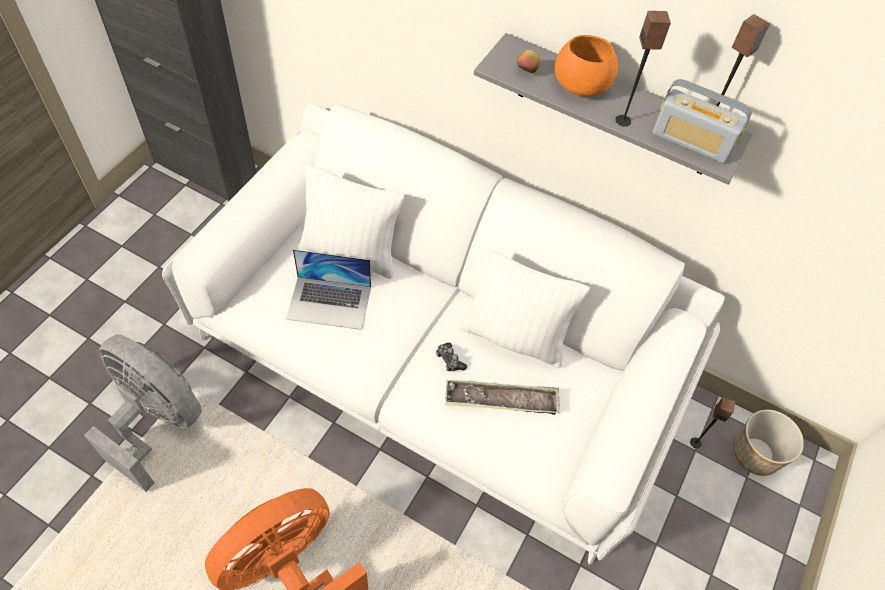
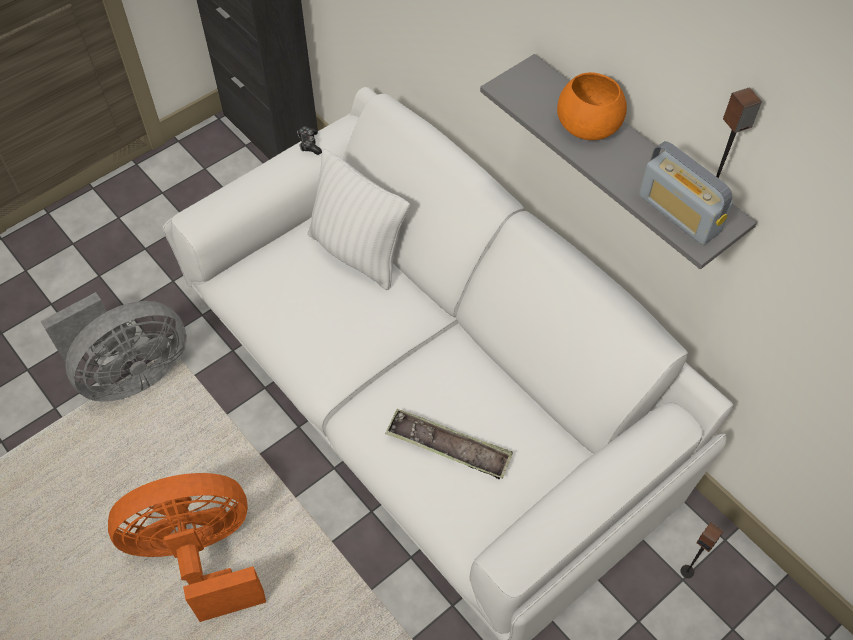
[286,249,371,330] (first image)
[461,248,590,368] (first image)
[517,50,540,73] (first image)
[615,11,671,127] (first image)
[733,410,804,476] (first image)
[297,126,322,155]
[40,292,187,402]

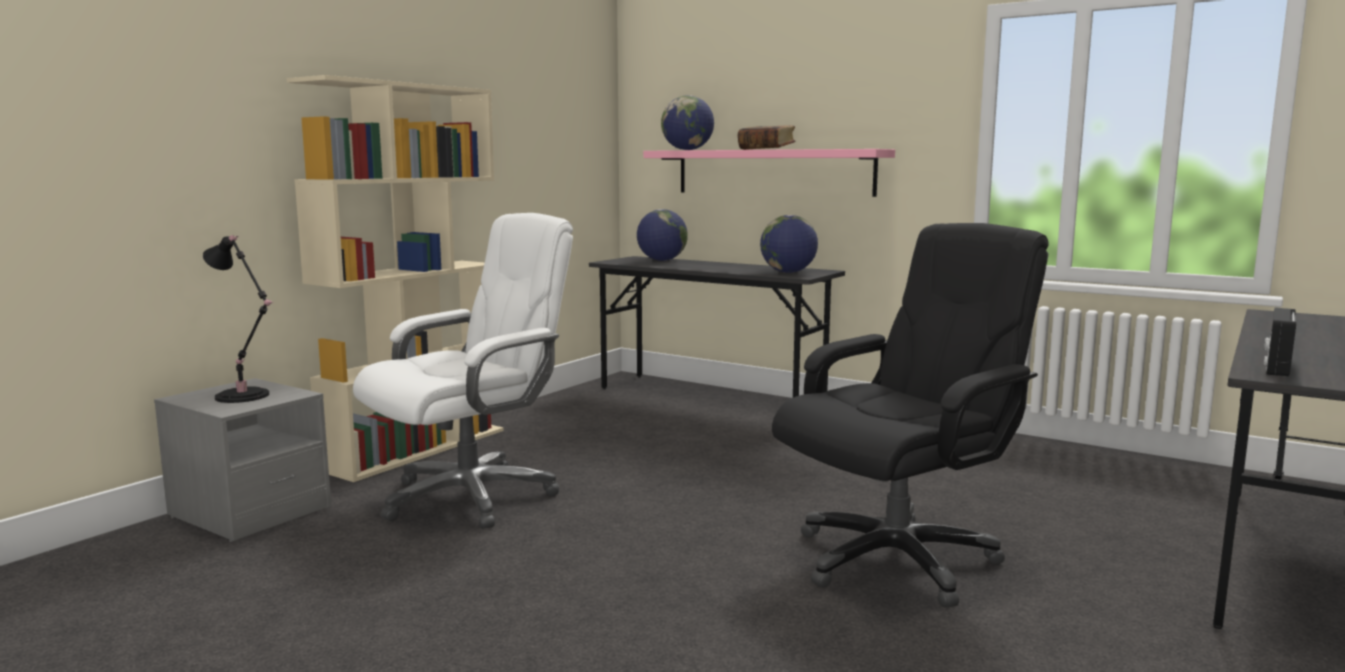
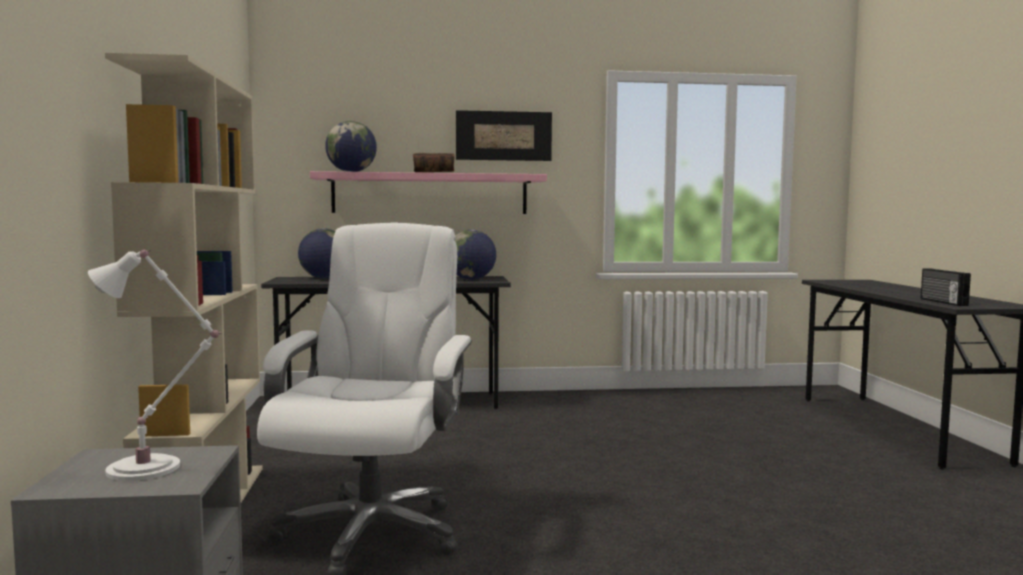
[772,223,1049,607] (first image)
[456,110,552,161]
[88,250,219,481]

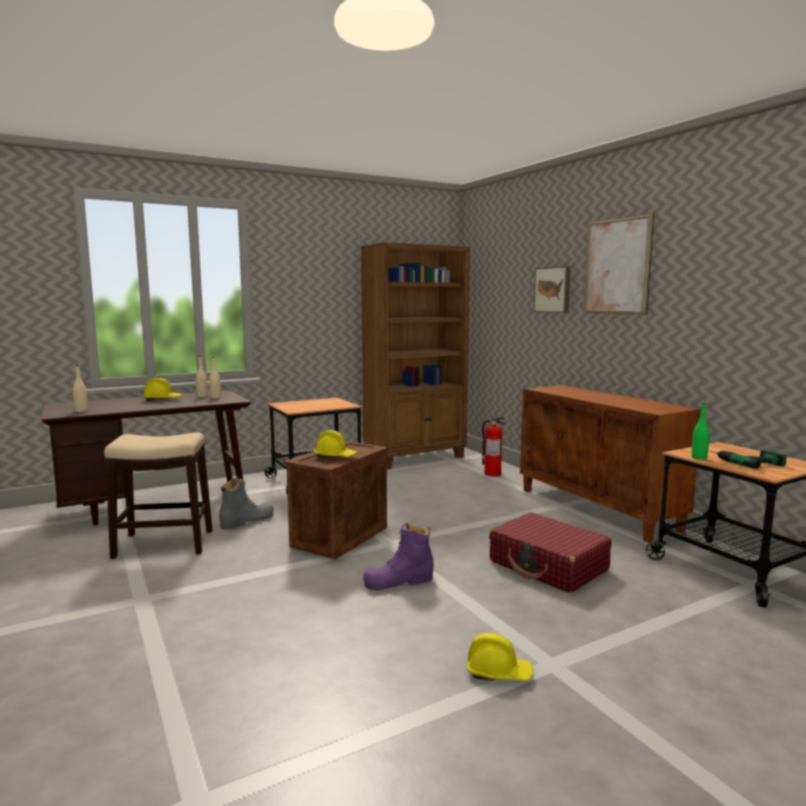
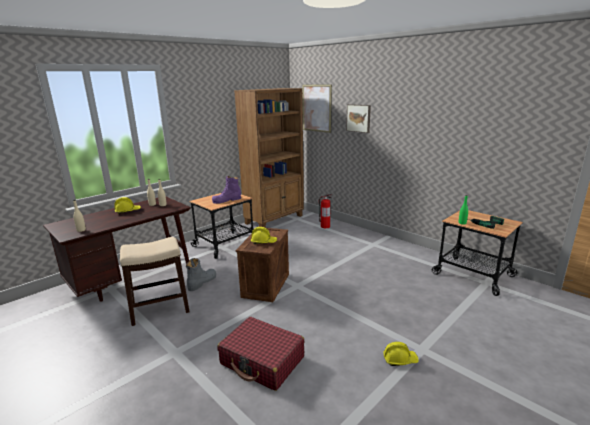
[520,385,701,543] (first image)
[212,176,241,204]
[217,317,304,391]
[303,84,332,133]

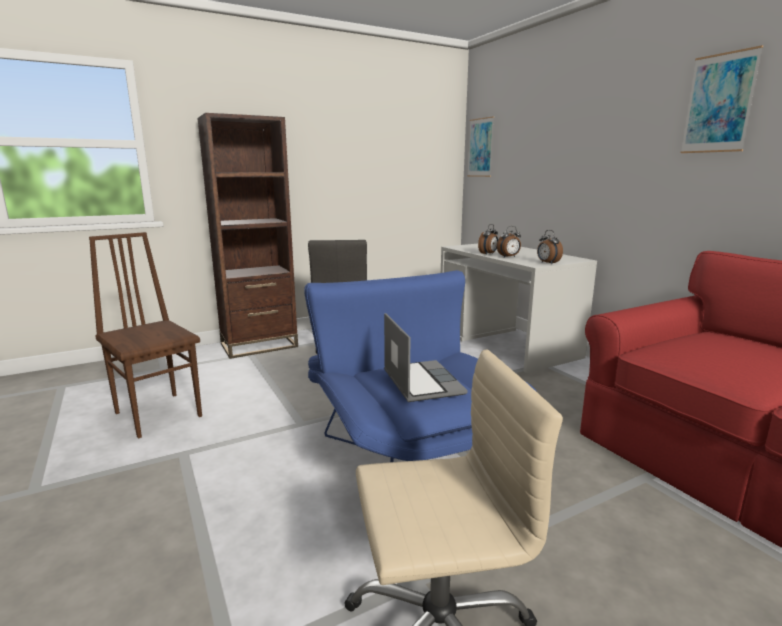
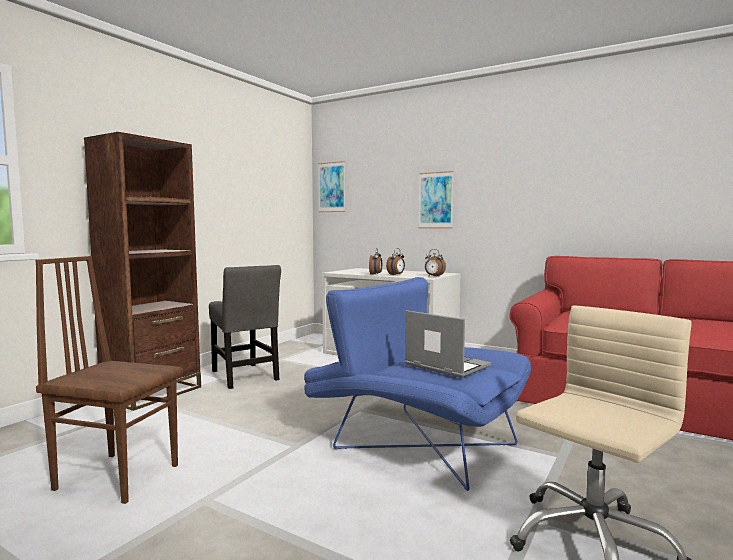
[419,171,454,228]

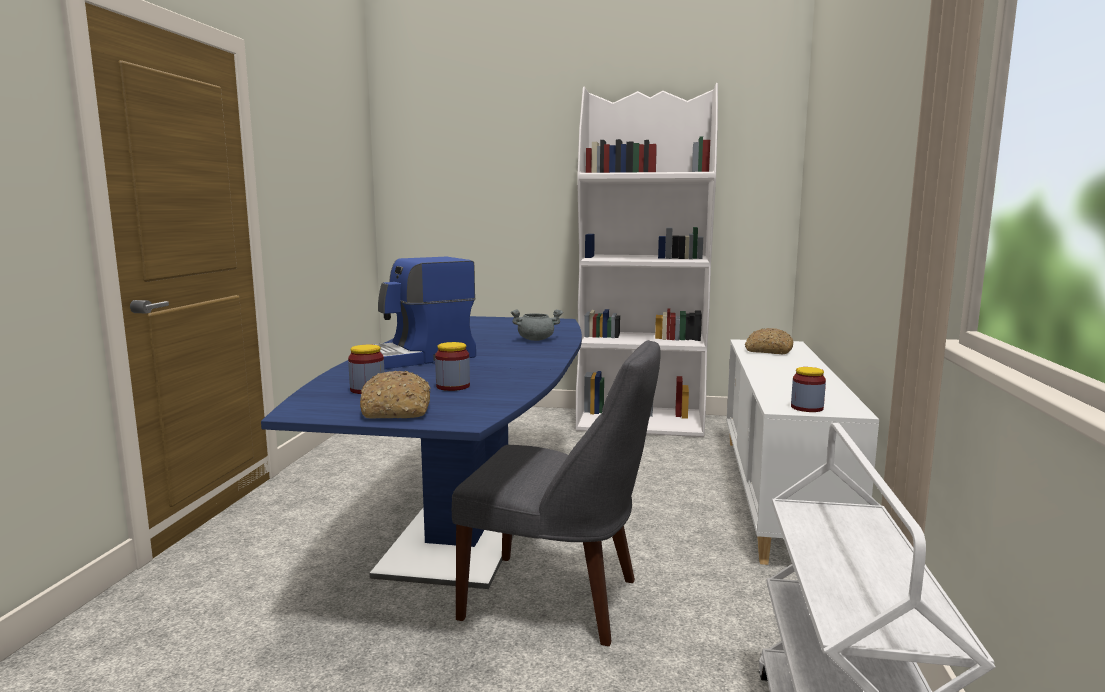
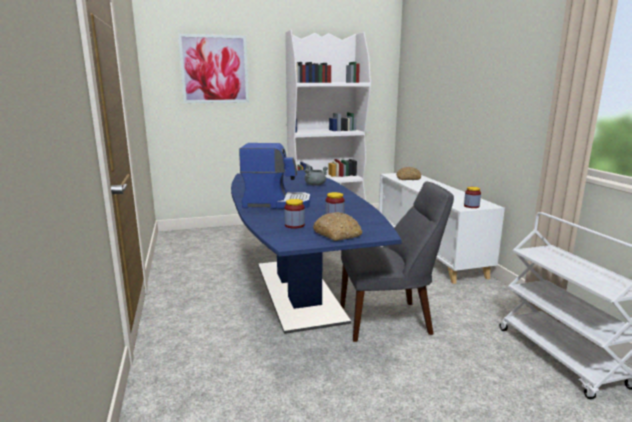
[178,34,249,103]
[239,143,311,209]

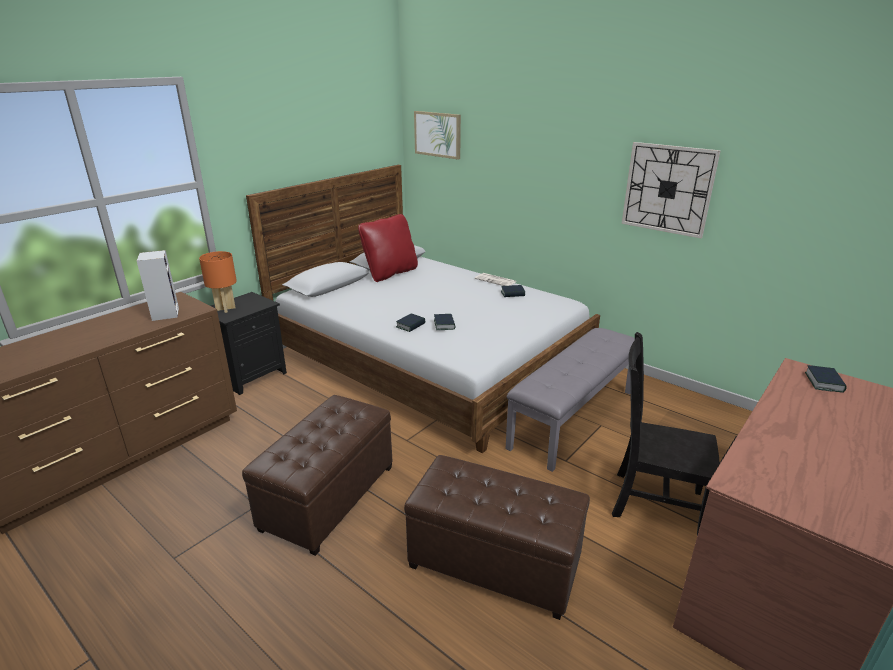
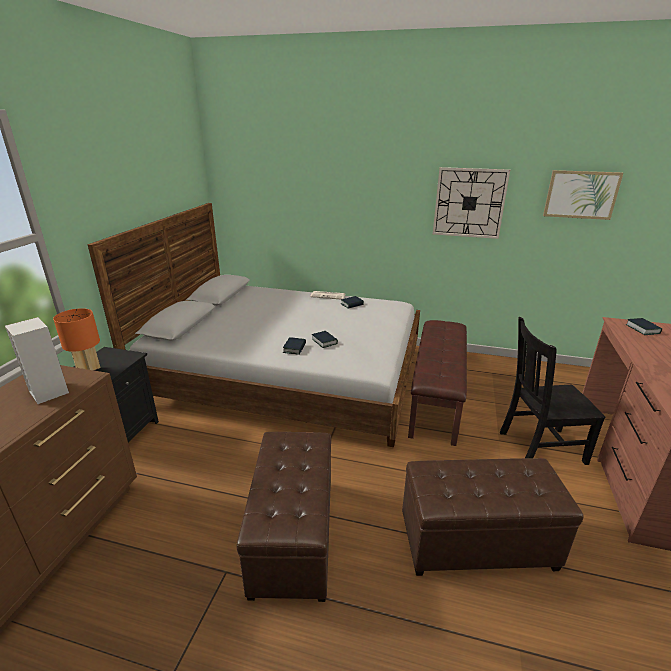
[358,214,418,282] (first image)
[543,170,623,220]
[408,320,467,446]

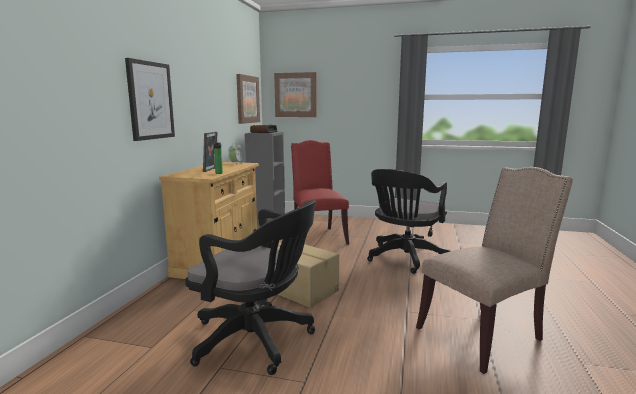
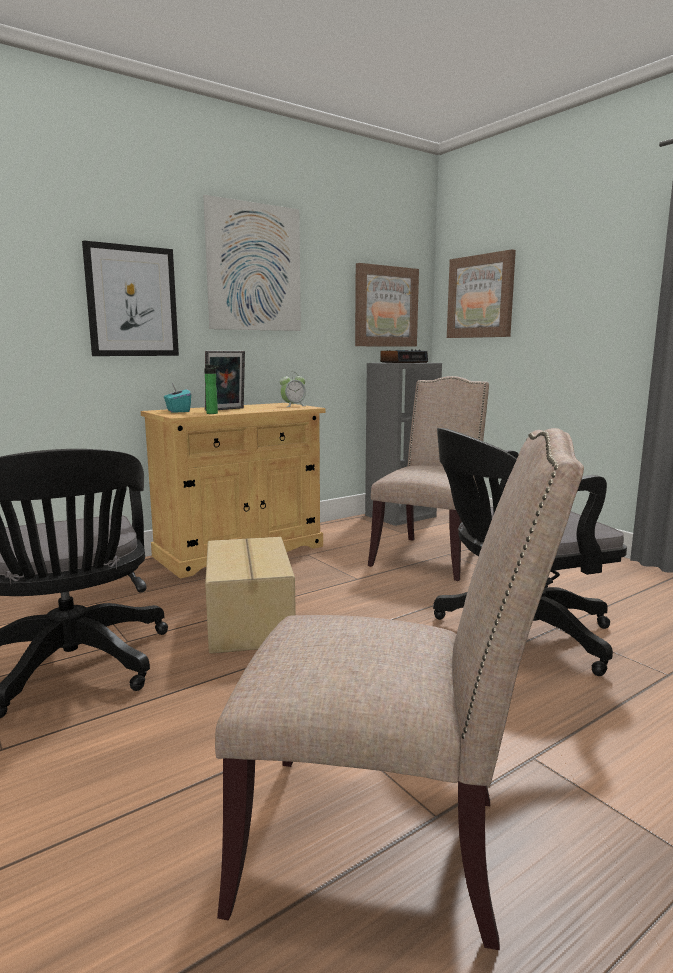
[164,384,191,413]
[203,195,301,331]
[368,376,489,581]

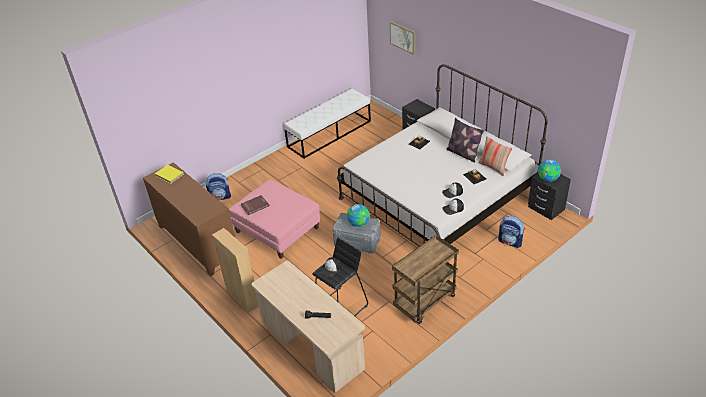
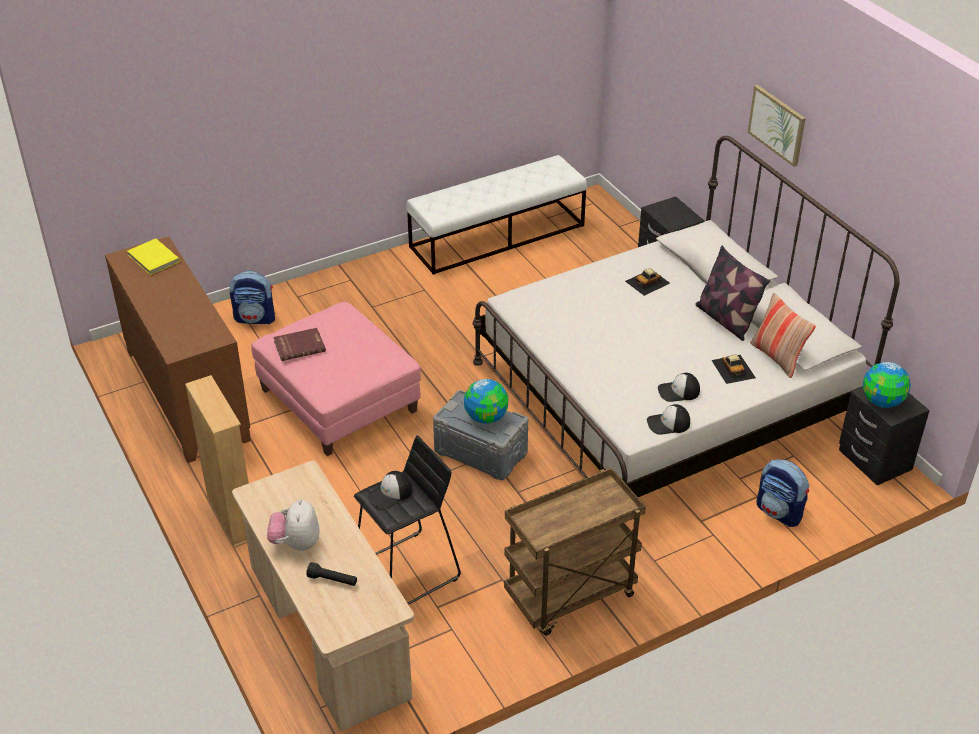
[267,499,320,551]
[748,85,806,167]

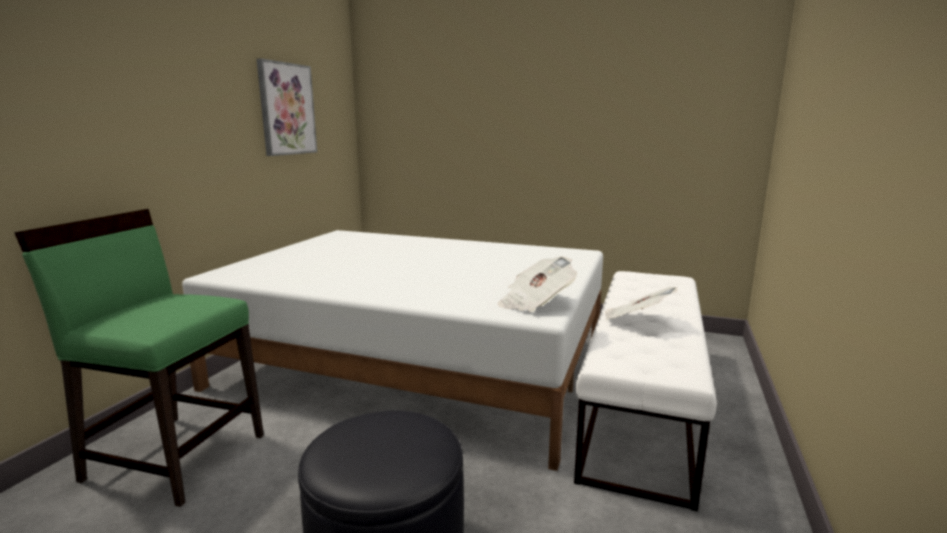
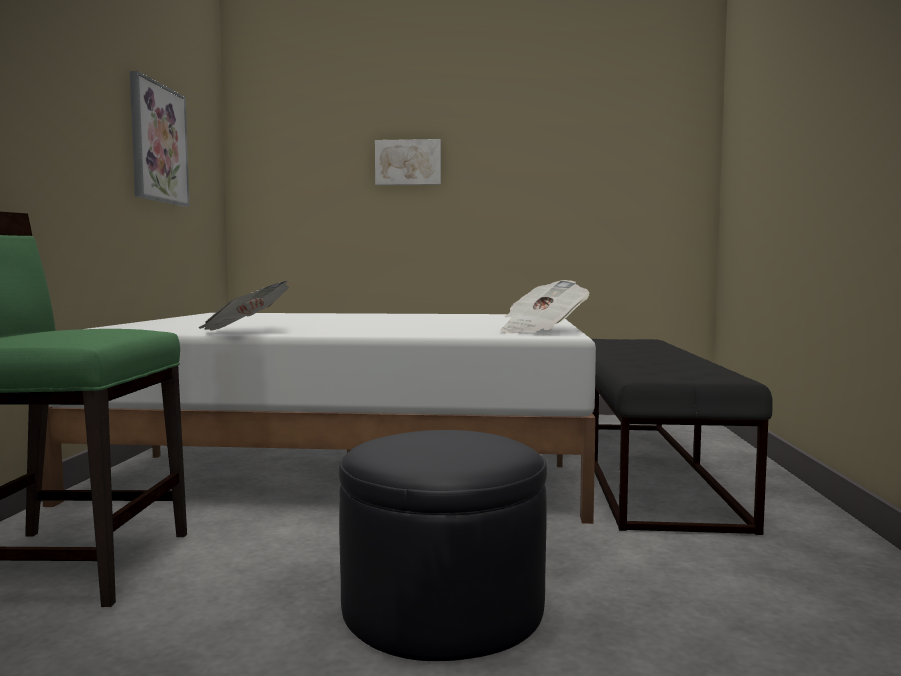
[375,139,441,186]
[199,281,289,331]
[592,339,773,535]

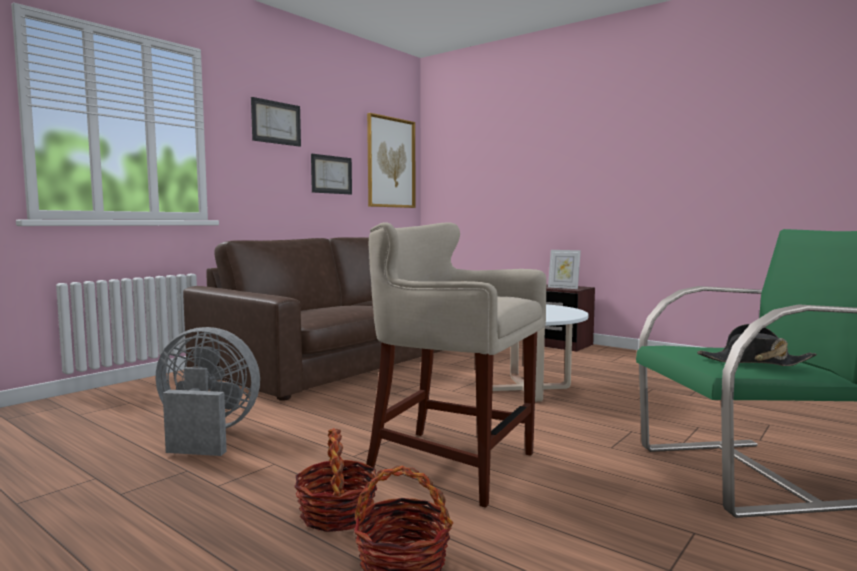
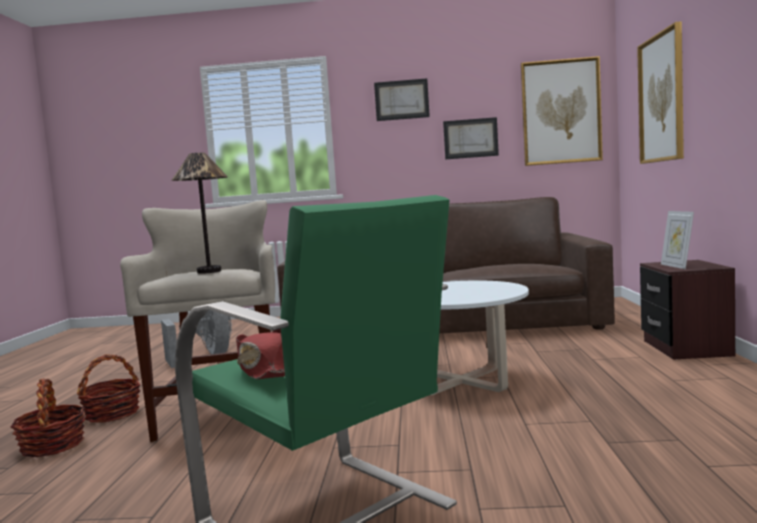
[172,153,228,274]
[637,21,684,164]
[236,329,285,379]

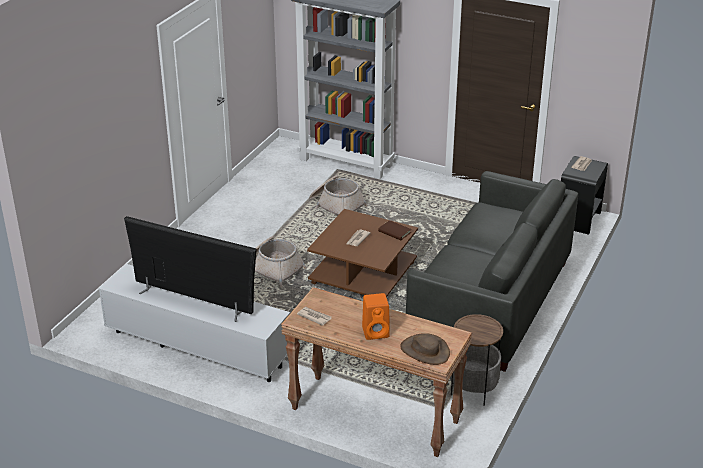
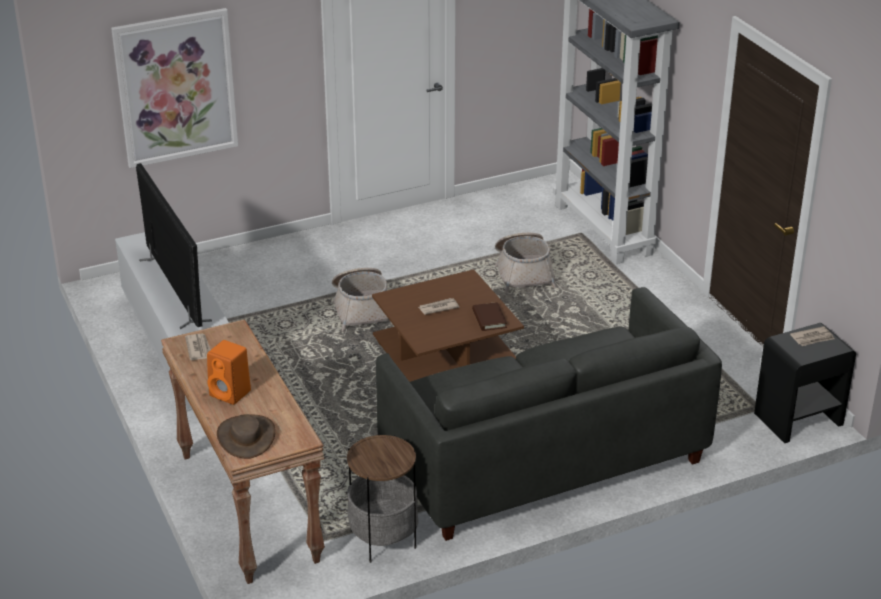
[111,8,238,168]

